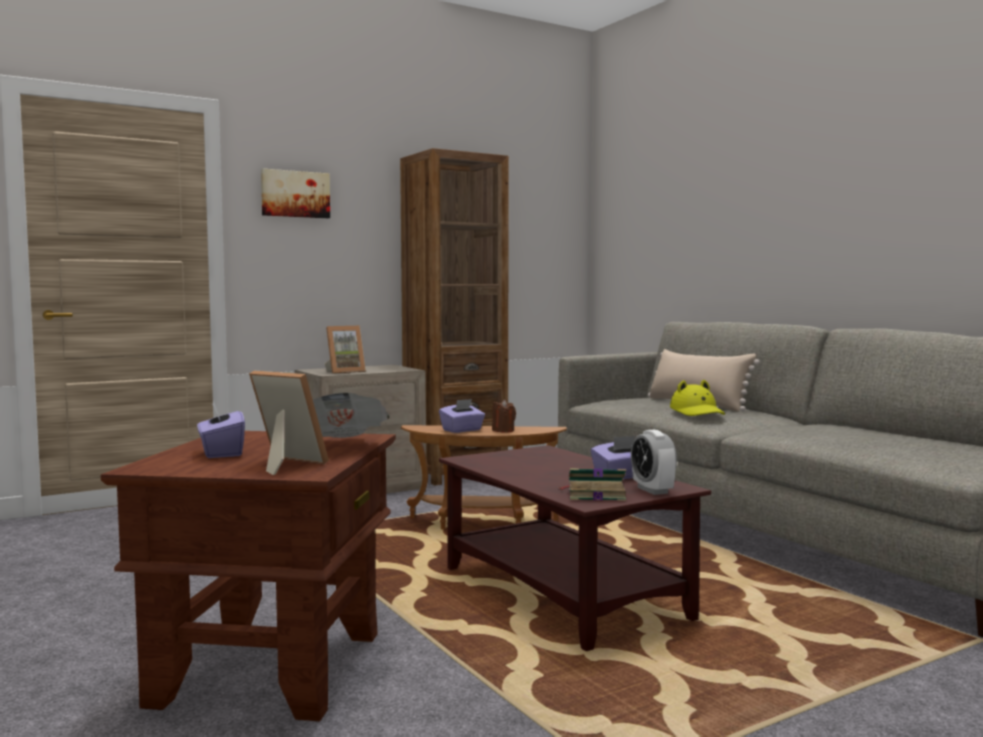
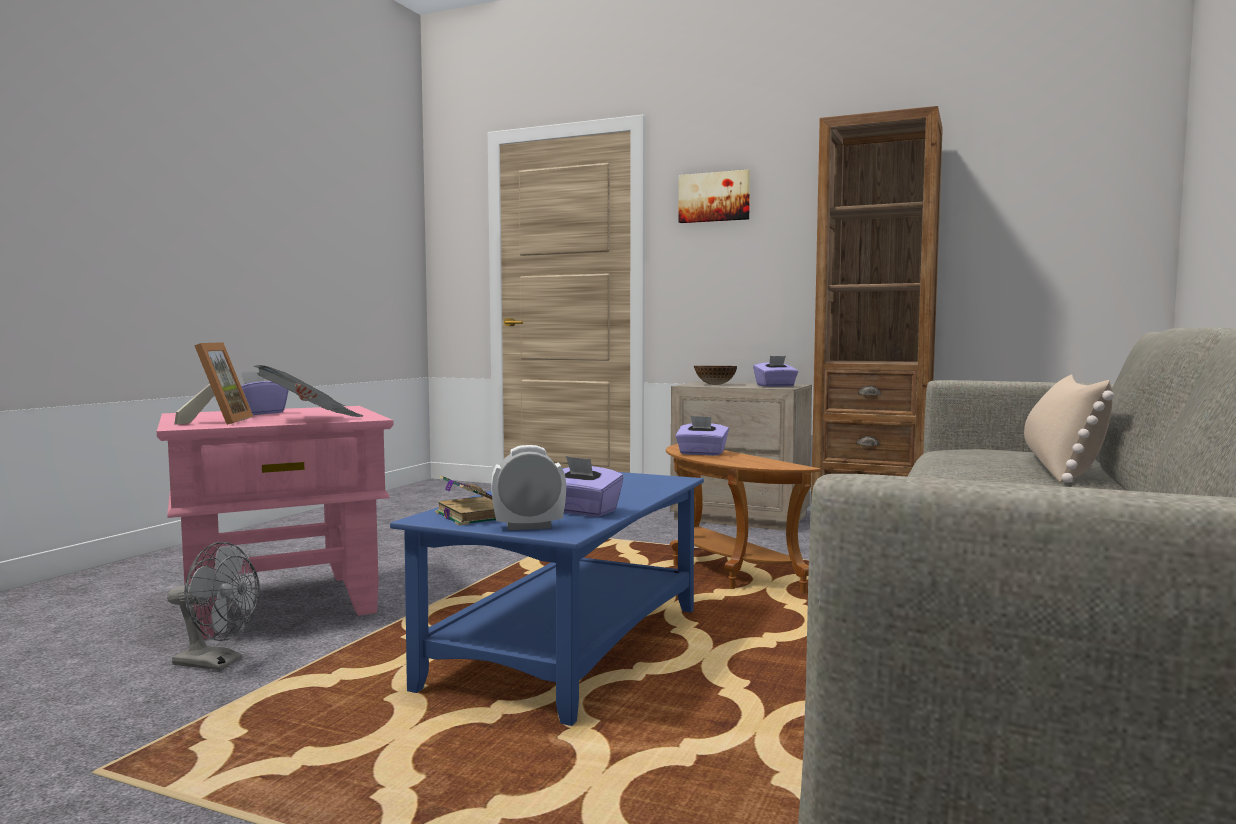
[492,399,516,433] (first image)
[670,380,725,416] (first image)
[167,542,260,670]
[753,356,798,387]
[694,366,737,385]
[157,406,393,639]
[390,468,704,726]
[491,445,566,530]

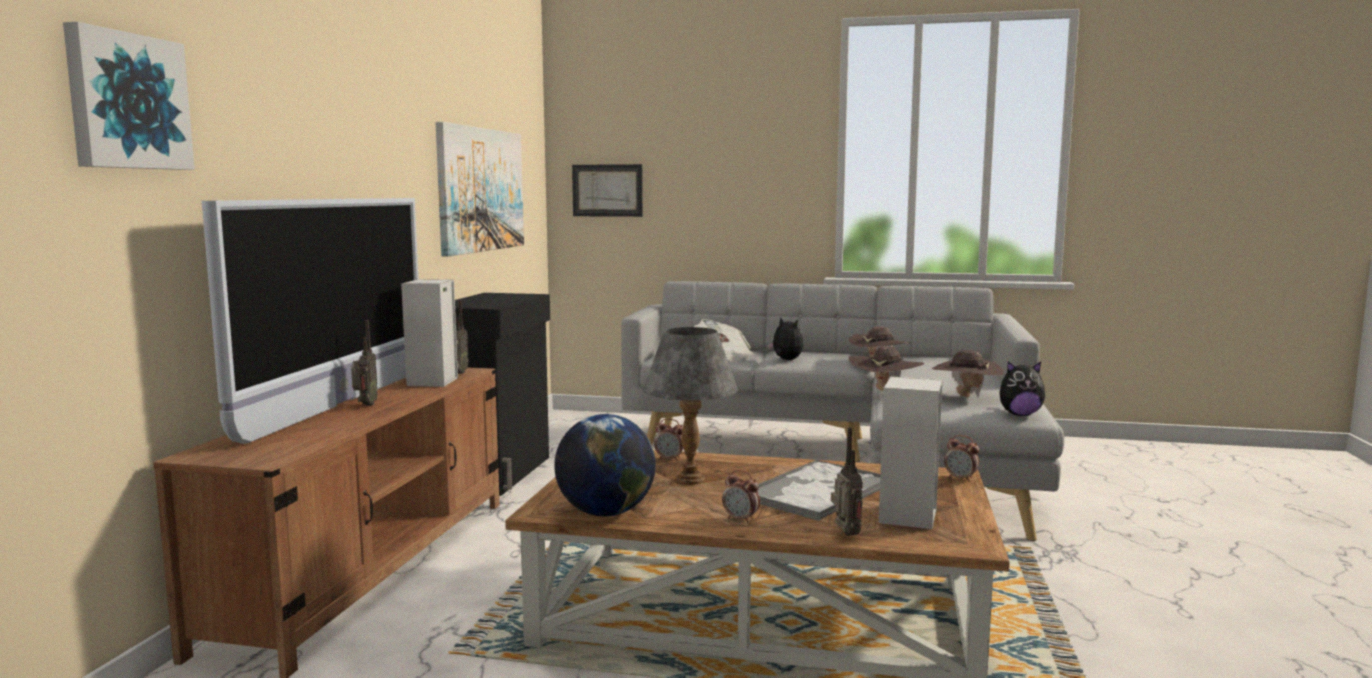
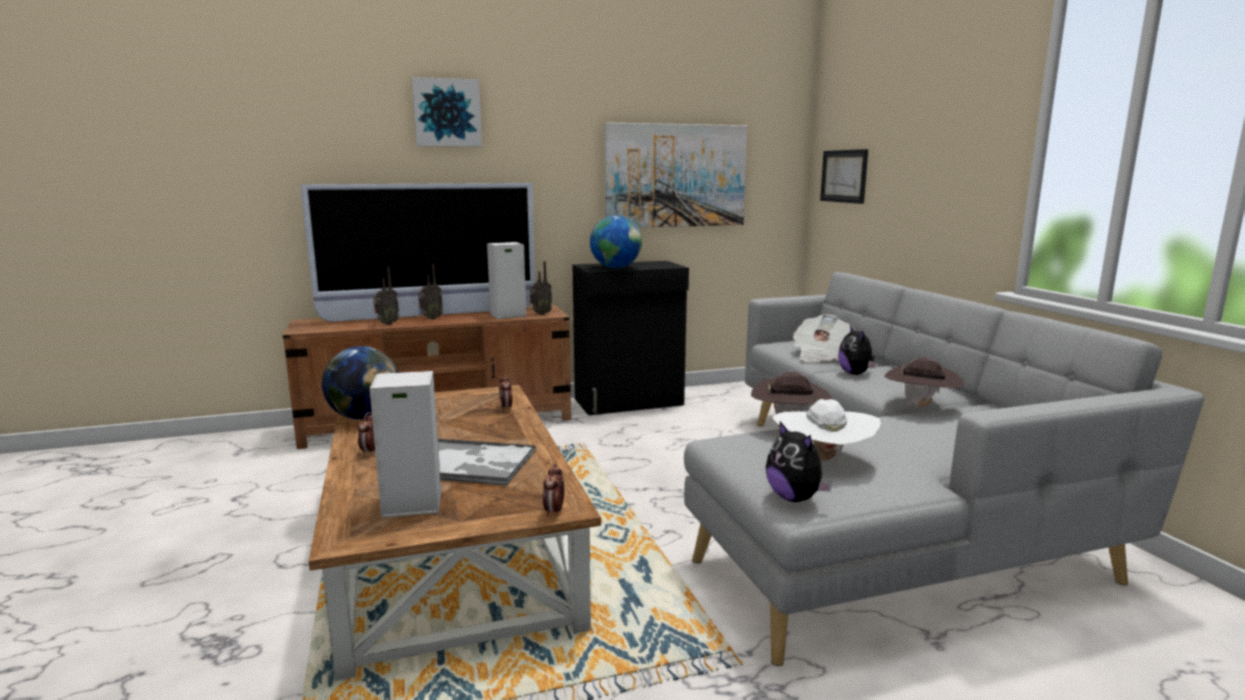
[643,327,738,485] (first image)
[590,215,642,268]
[412,77,482,147]
[373,267,399,325]
[773,399,881,466]
[838,325,876,375]

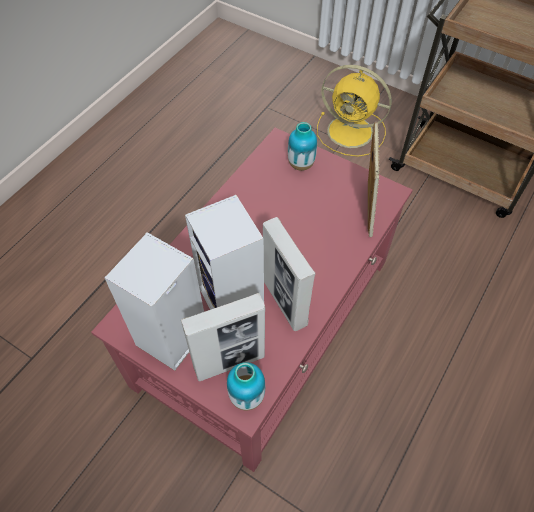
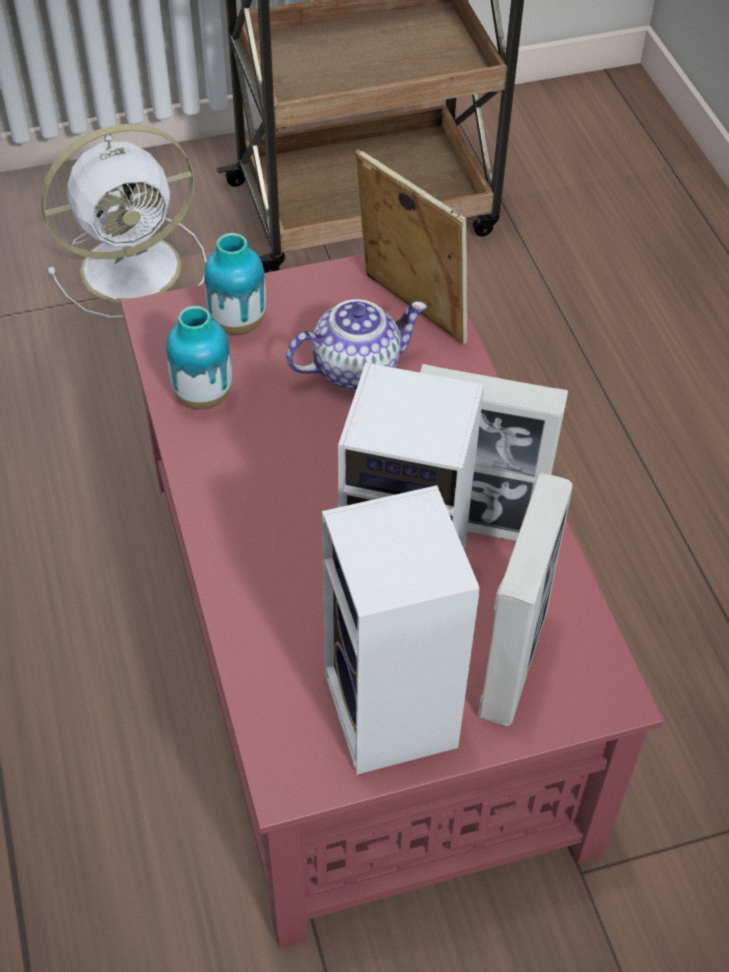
[286,299,427,390]
[166,306,232,410]
[41,124,207,318]

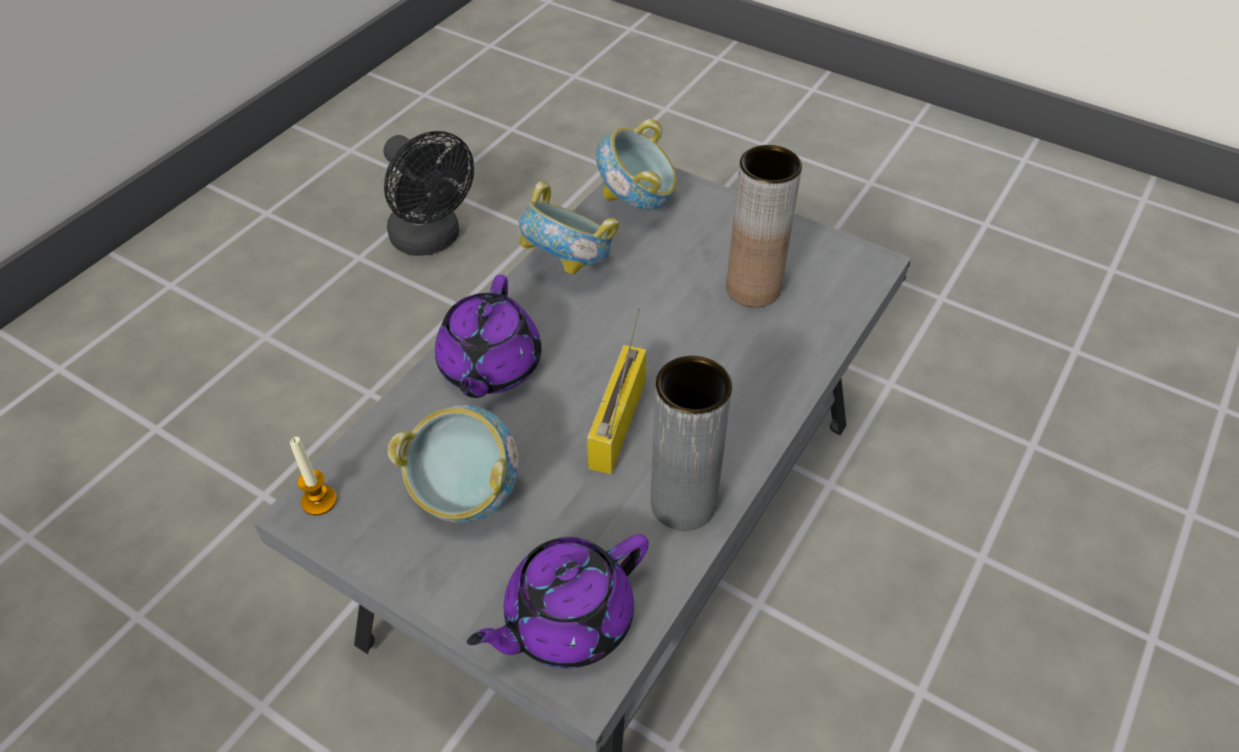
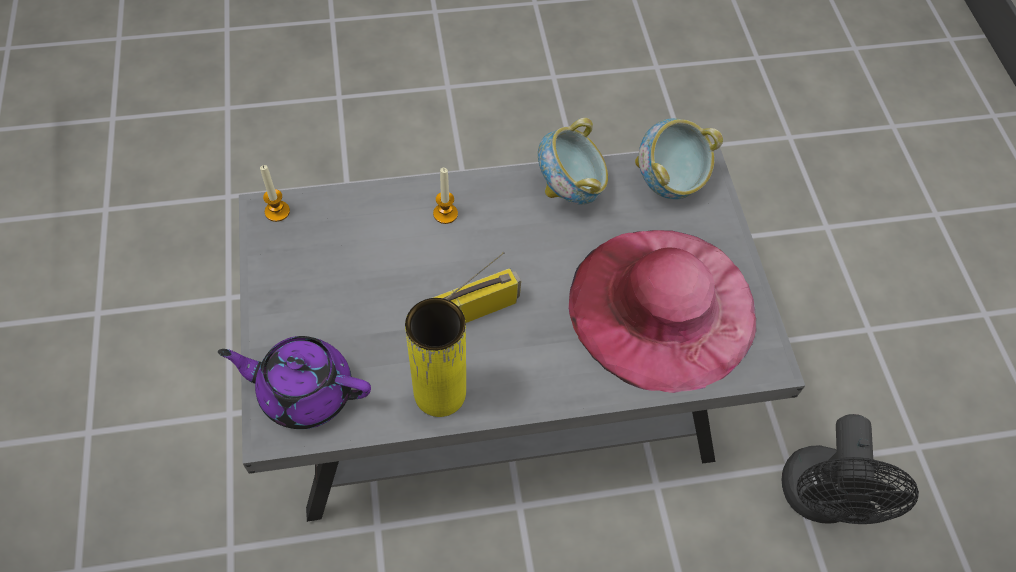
[388,404,519,523] (first image)
[782,414,919,524]
[433,168,458,224]
[568,230,756,393]
[405,298,466,417]

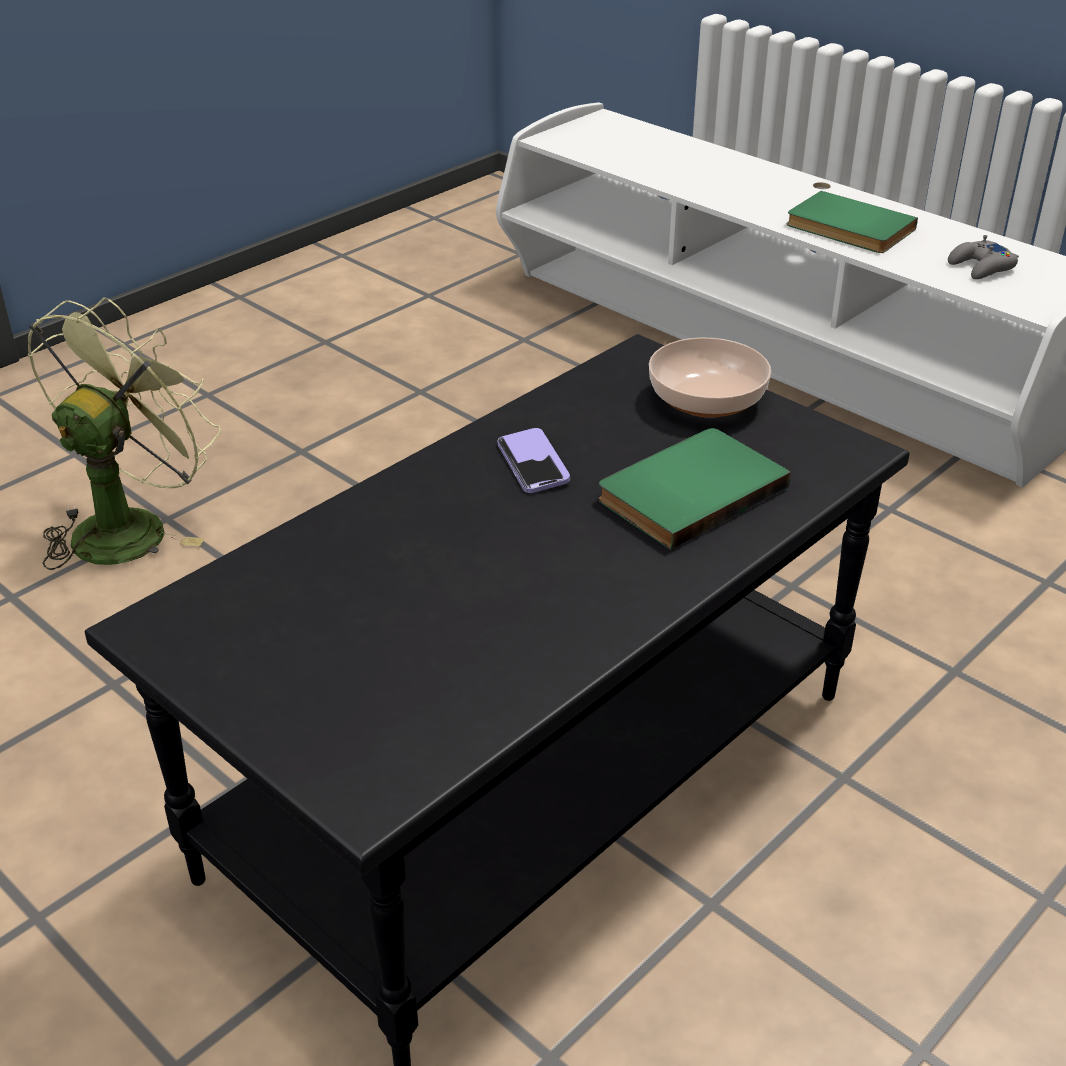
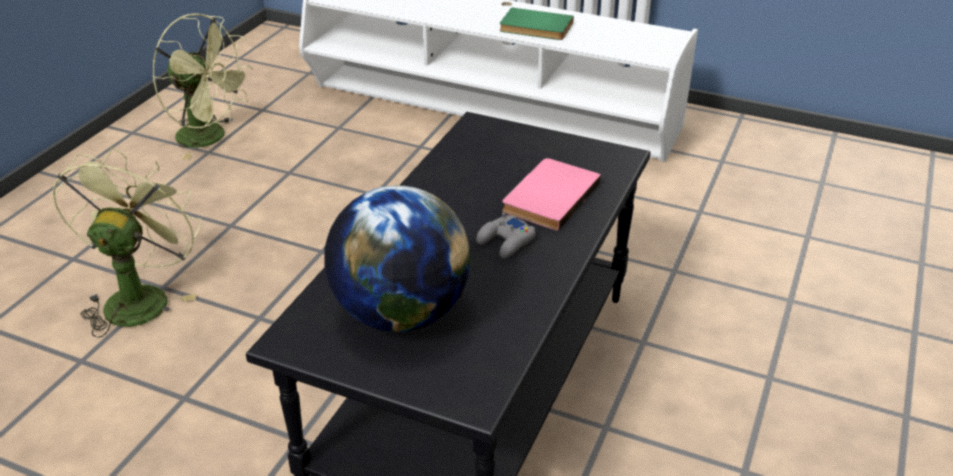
[497,428,570,493] (first image)
[649,338,771,418] (first image)
[152,13,253,159]
[324,185,471,332]
[476,212,536,259]
[502,158,601,231]

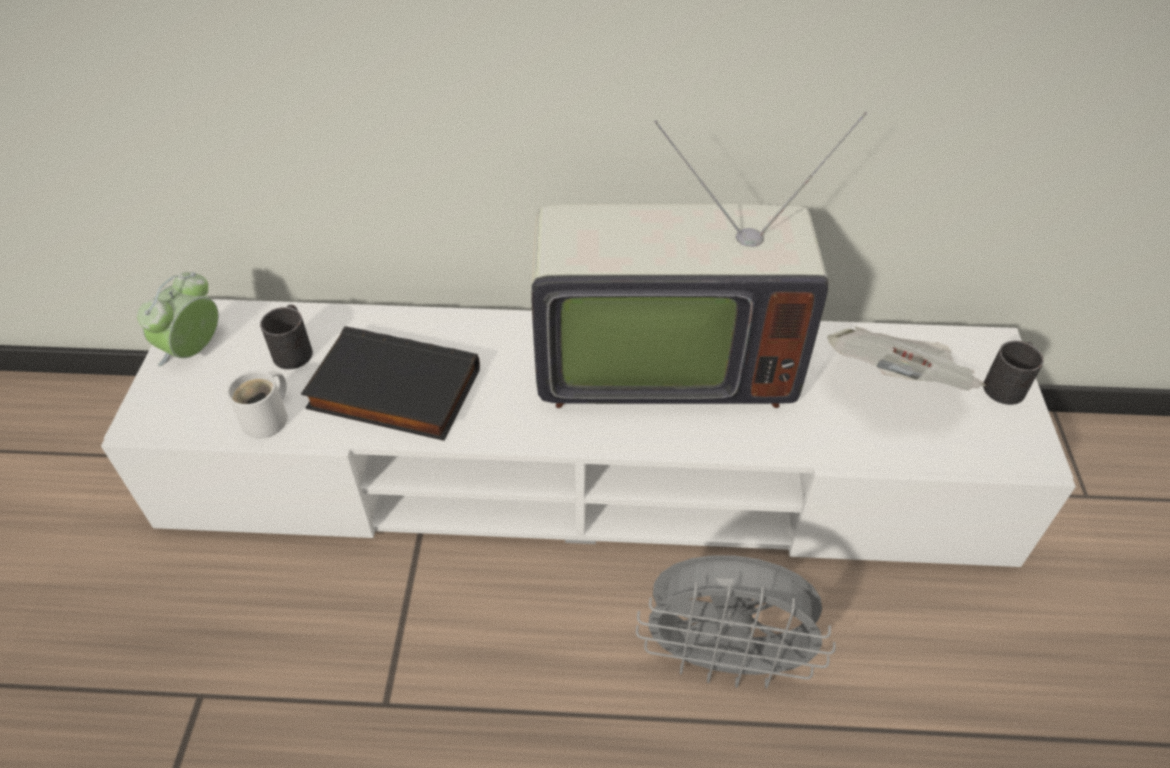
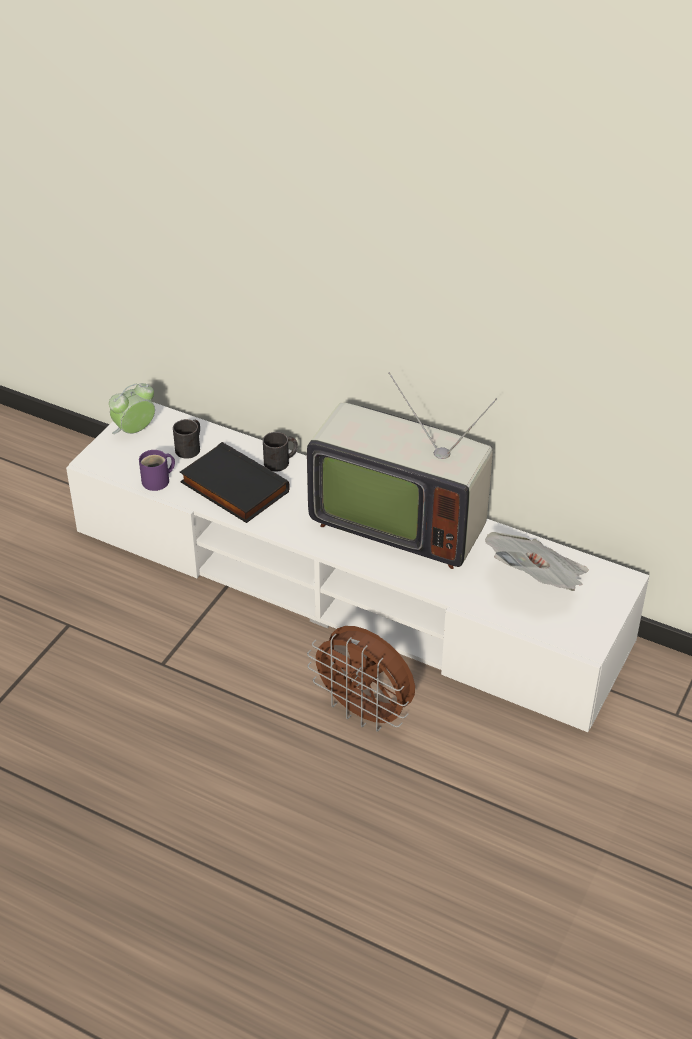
[263,432,298,472]
[139,450,175,491]
[307,626,415,732]

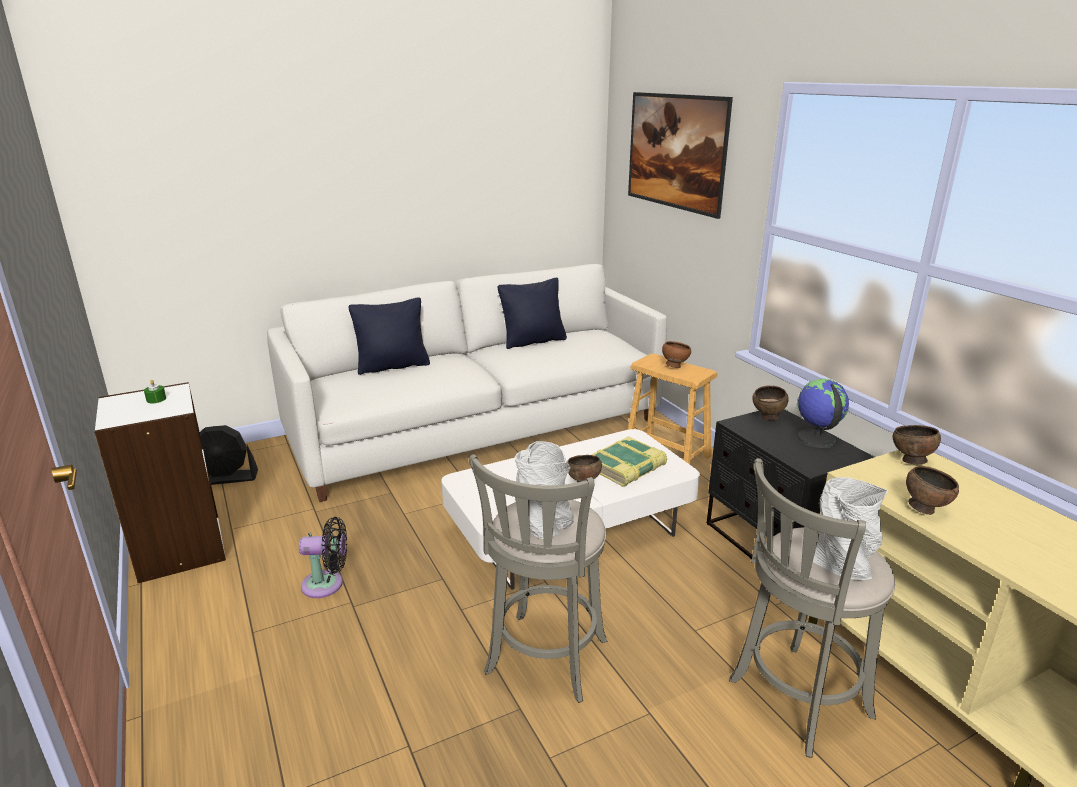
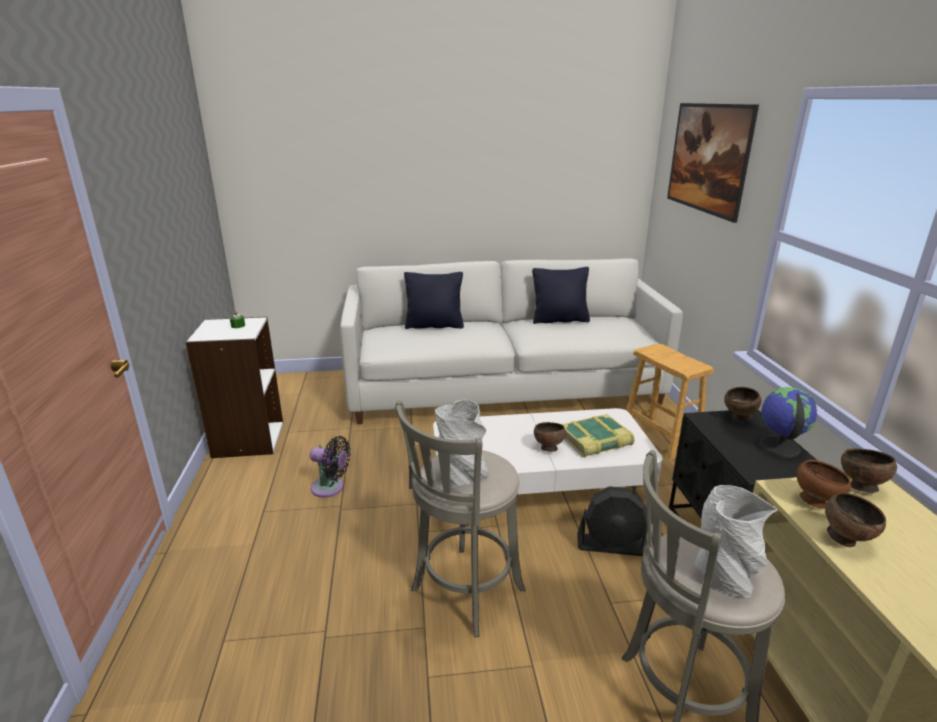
[577,486,647,556]
[797,460,851,509]

